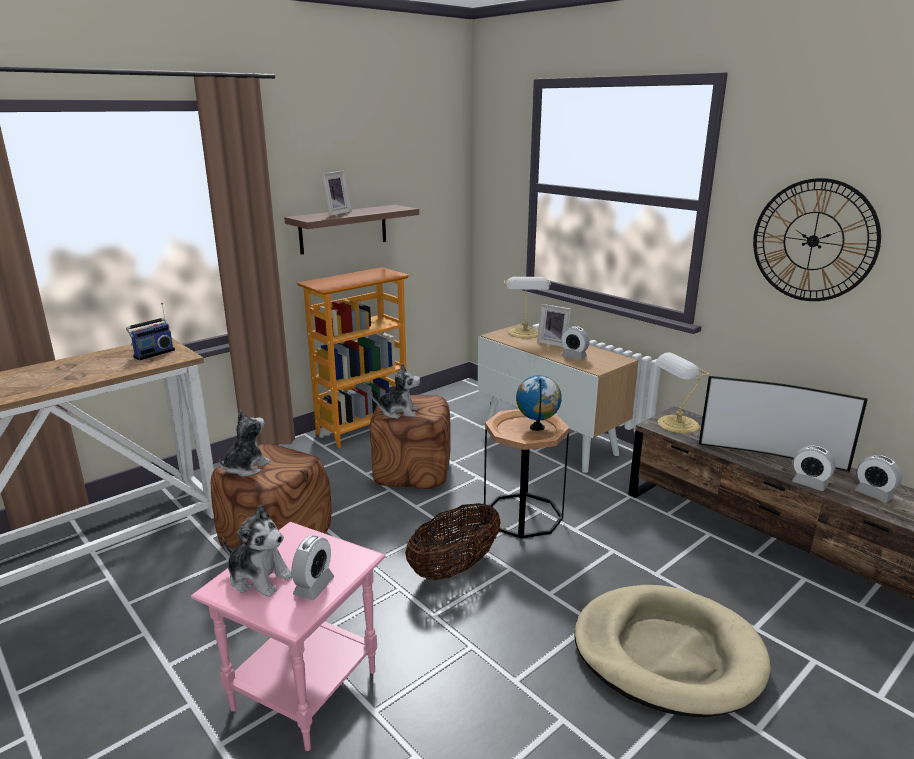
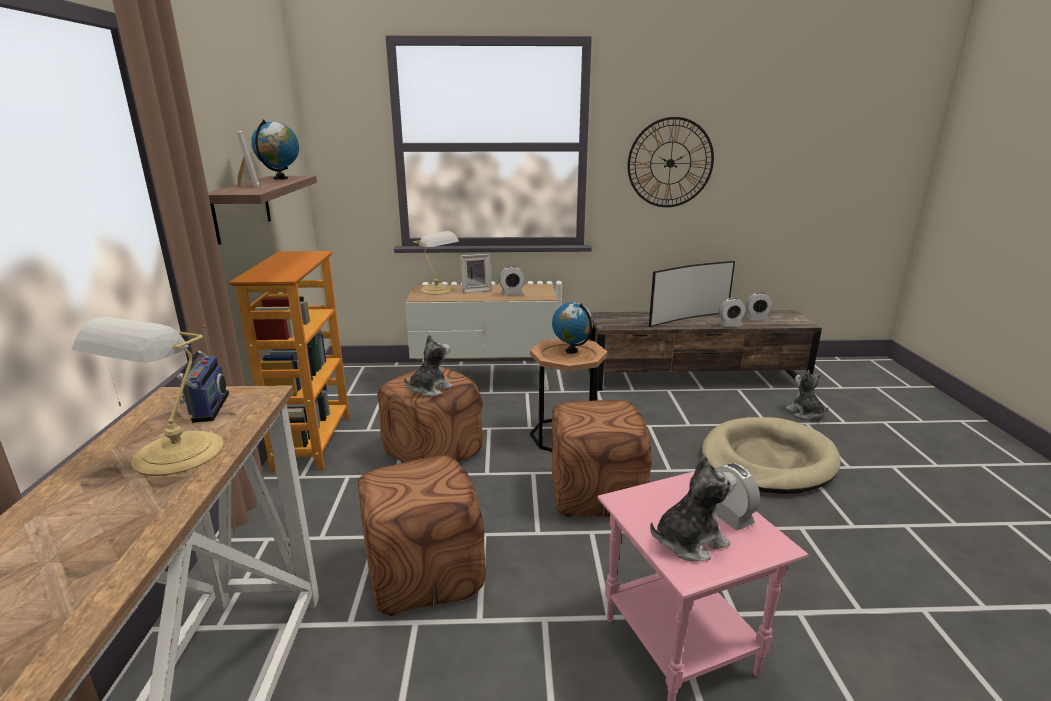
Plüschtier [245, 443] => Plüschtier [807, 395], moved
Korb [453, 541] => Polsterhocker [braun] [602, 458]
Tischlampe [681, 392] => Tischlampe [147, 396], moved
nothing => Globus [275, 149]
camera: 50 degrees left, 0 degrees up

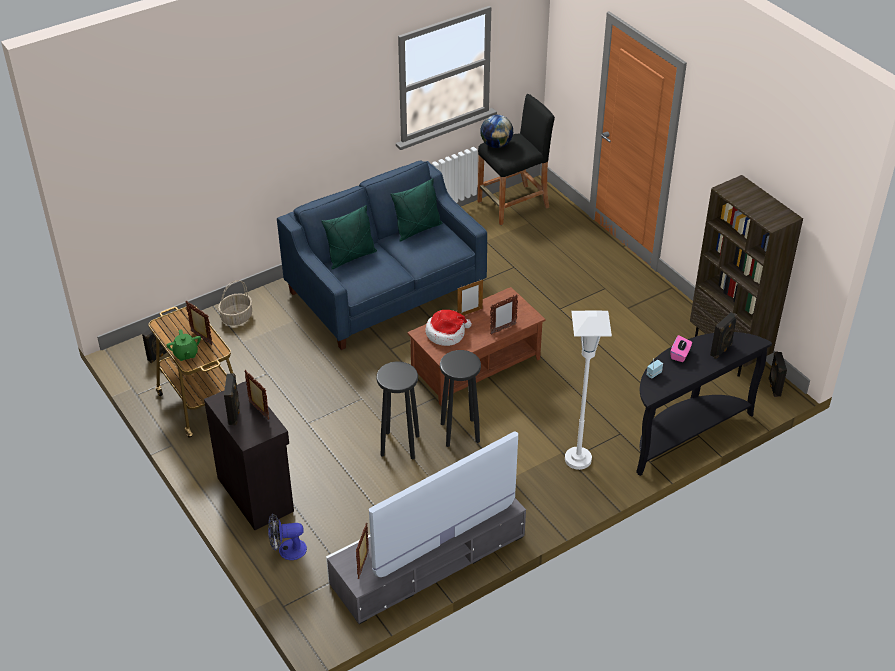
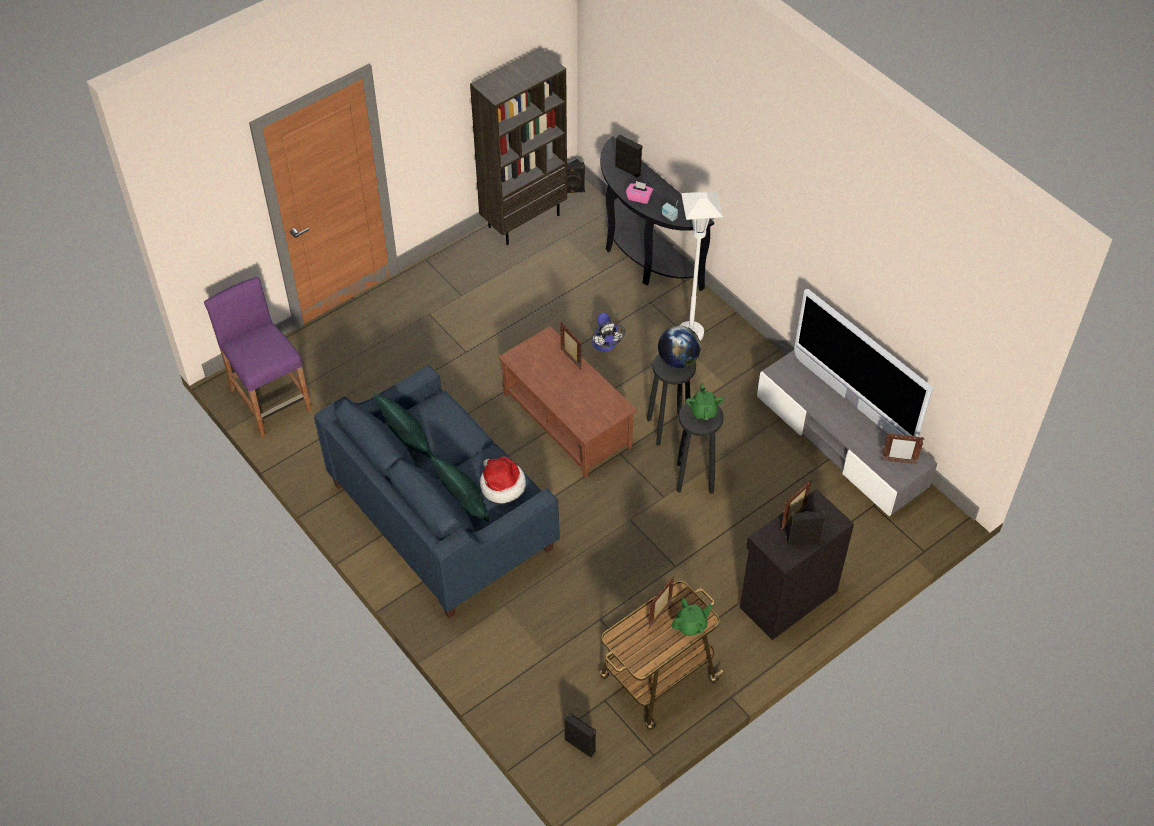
Korb [235, 303] => nothing
Ventilator [287, 536] => Ventilator [608, 332], moved
Hut [449, 328] => Hut [503, 479], moved
Bilderrahmen [470, 298] => nothing
Hocker [schwarz] [516, 159] => Hocker [lila] [258, 357]
Globus [496, 131] => Globus [679, 347], moved
nothing => Teekanne [grün] [705, 401]
camera: 95 degrees left, 10 degrees up

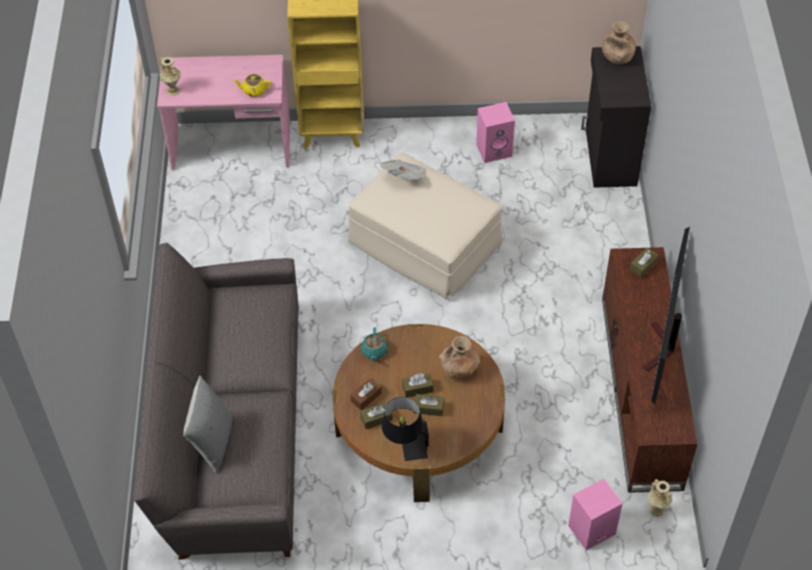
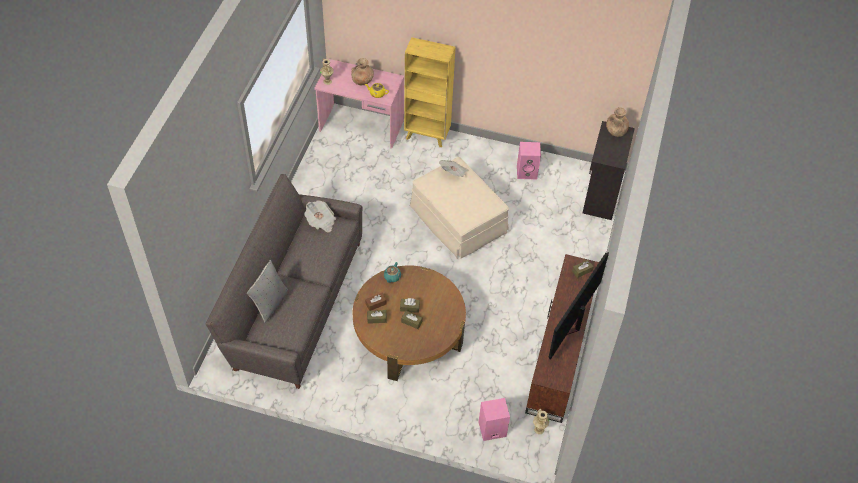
Tischlampe [schwarz] [405, 429] => nothing
Vase [braun] [459, 358] => Vase [braun] [362, 71], moved
nothing => Zeitung [320, 217]
camera: 15 degrees right, 0 degrees up

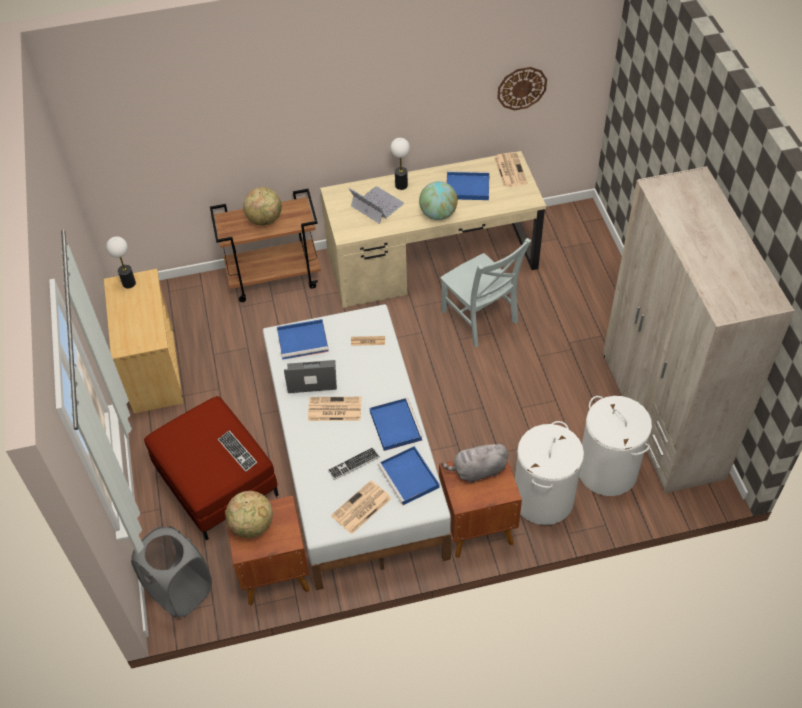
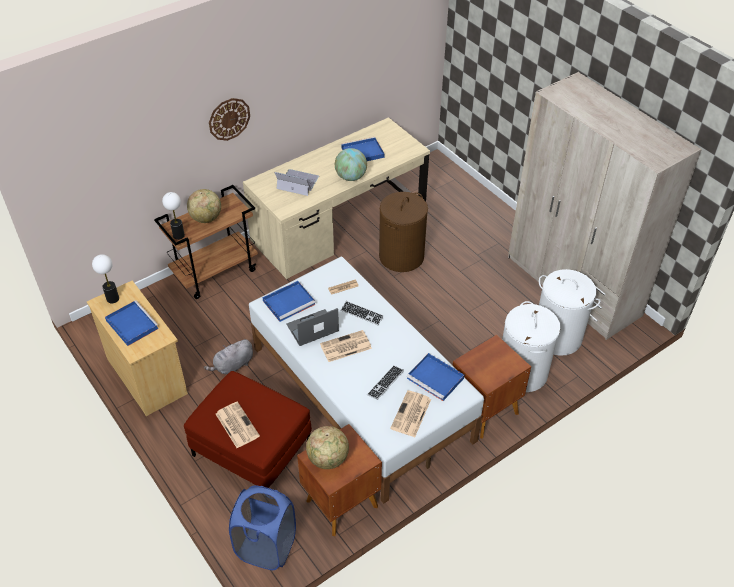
Wäschekorb [grau] [171, 571] => Wäschekorb [blau] [262, 528]
Tastatur [237, 451] => Tastatur [362, 313], moved
Tablett [blau] [397, 424] => Tablett [blau] [132, 323], moved
Tischlampe [400, 164] => Tischlampe [173, 216], moved
Stuhl [grau] [485, 292] => Wäschekorb [braun] [403, 232]
Plüschtier [grau] [474, 462] => Plüschtier [grau] [228, 356], moved
Zeitung [510, 169] => Zeitung [238, 425], moved
Wanduhr [522, 89] => Wanduhr [229, 119], moved
camera: 25 degrees left, 5 degrees down

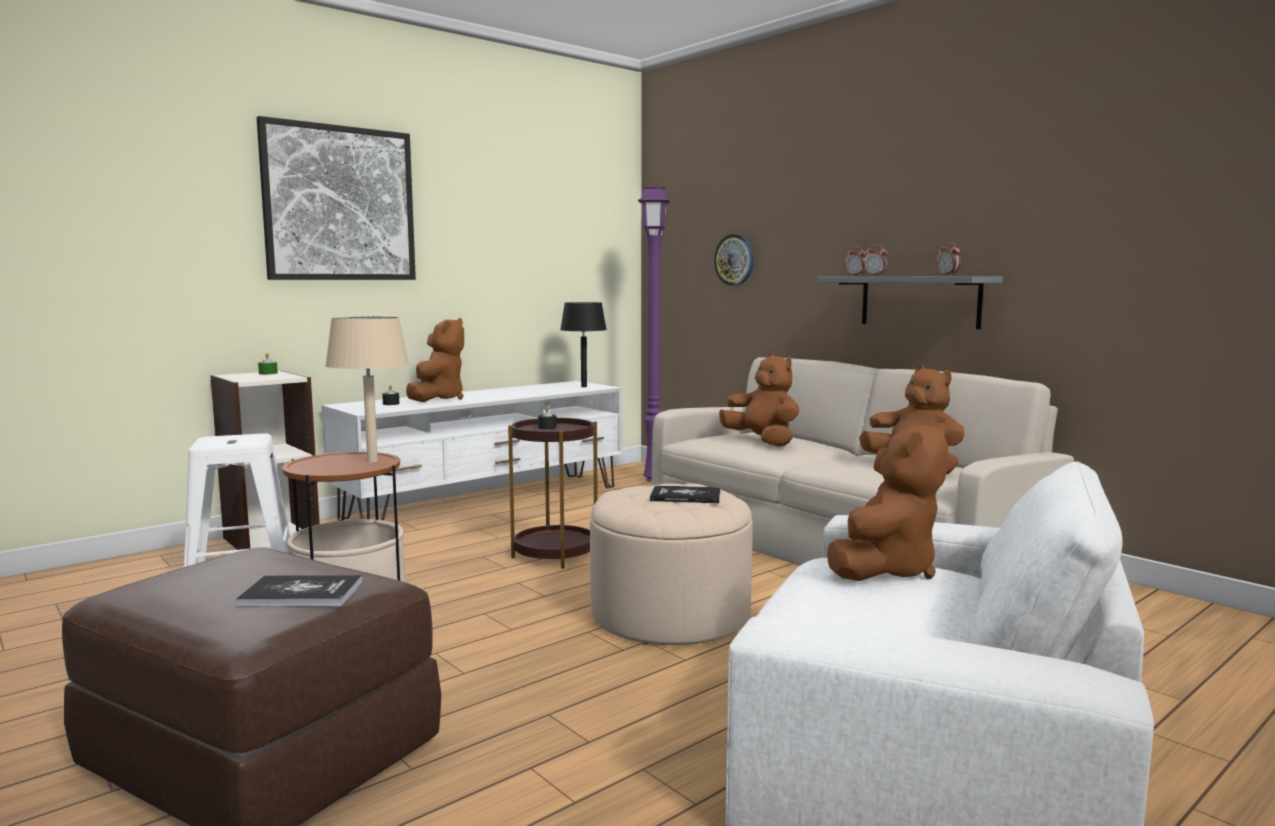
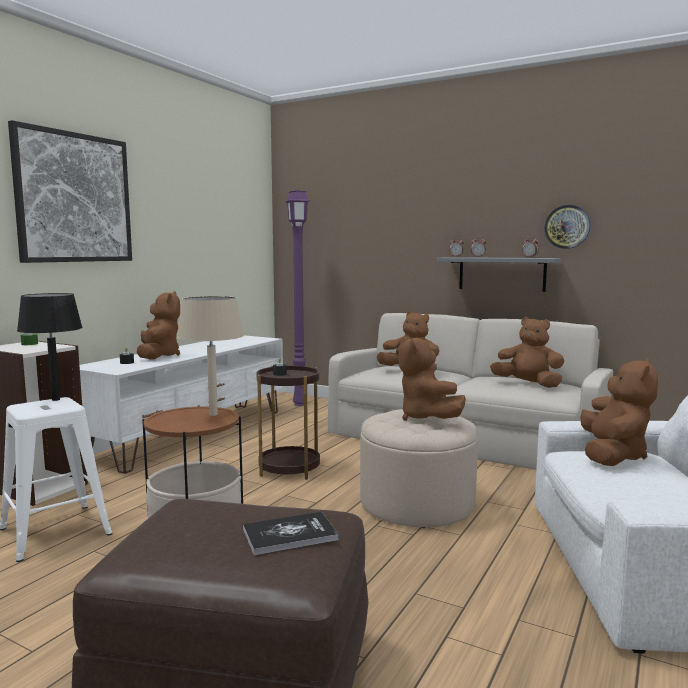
Tischlampe [schwarz] [583, 344] => Tischlampe [schwarz] [50, 347], moved
Buch [685, 494] => Plüschtier [braun] [432, 379]
Wanduhr [734, 260] => Wanduhr [567, 227], moved
camera: 20 degrees left, 0 degrees up

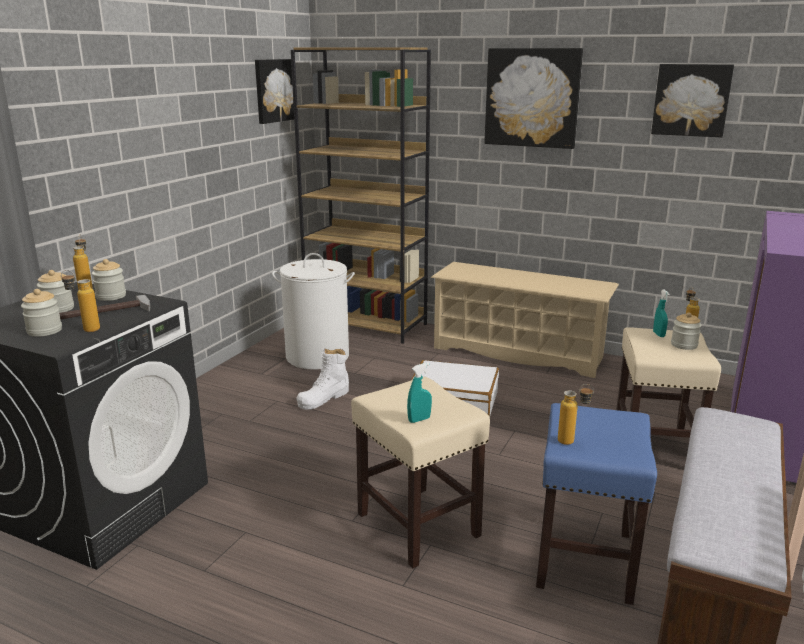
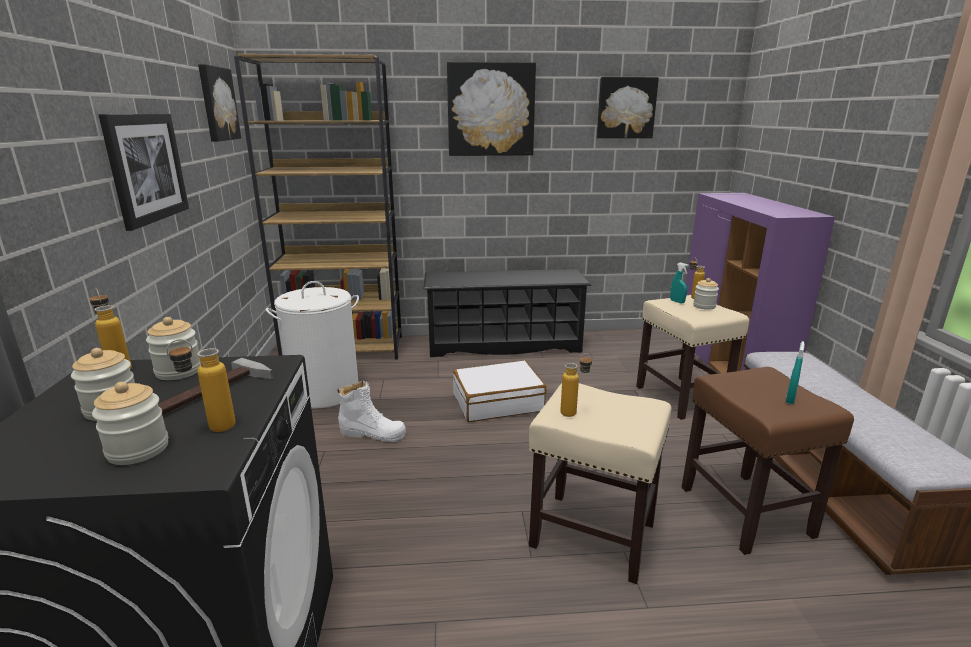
Stiefel [weiß] [323, 379] => Stiefel [weiß] [371, 411], 90 degrees counterclockwise
Sprühflasche [türkis] [419, 393] => Sprühflasche [türkis] [795, 372], moved
Schuhregal [beige] [525, 320] => Schuhregal [schwarz] [507, 313]
Hocker [blau] [596, 504] => Hocker [braun] [767, 461]
Flasche [576, 414] => Flasche [576, 385], moved
nothing => Bild [144, 172]
camera: 30 degrees left, 0 degrees up

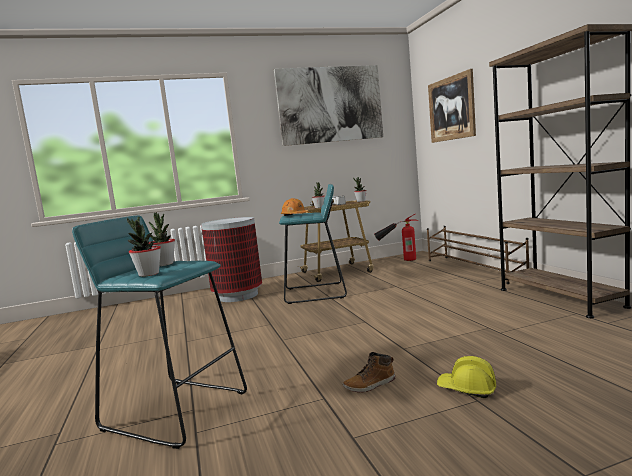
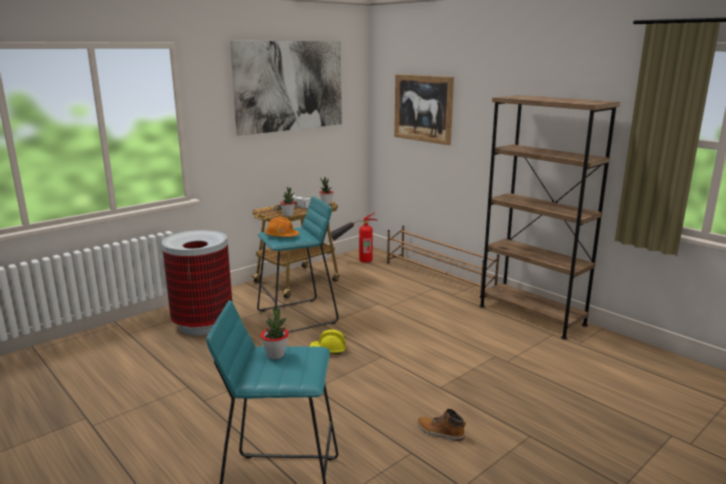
Topfpflanze [144, 247] => nothing
Stiefel [369, 372] => Stiefel [441, 425], 75 degrees clockwise
Schutzhelm [gelb] [466, 377] => Schutzhelm [gelb] [327, 342], moved
camera: 25 degrees left, 10 degrees up

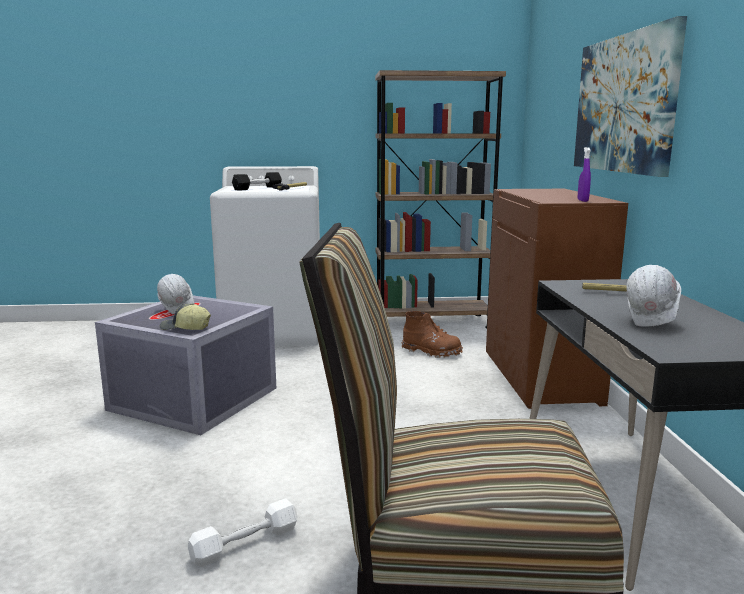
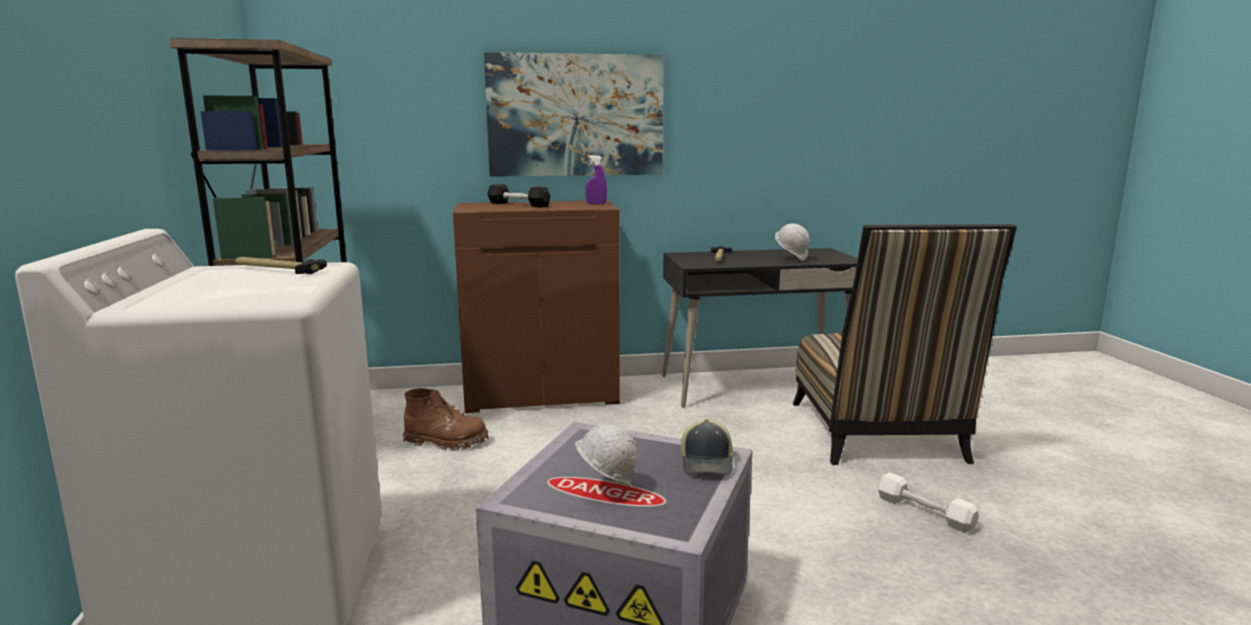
Hantel [schwarz] [257, 181] => Hantel [schwarz] [519, 195], moved
Stiefel [braun] [432, 334] => Stiefel [braun] [445, 419], 75 degrees clockwise
camera: 95 degrees left, 0 degrees up

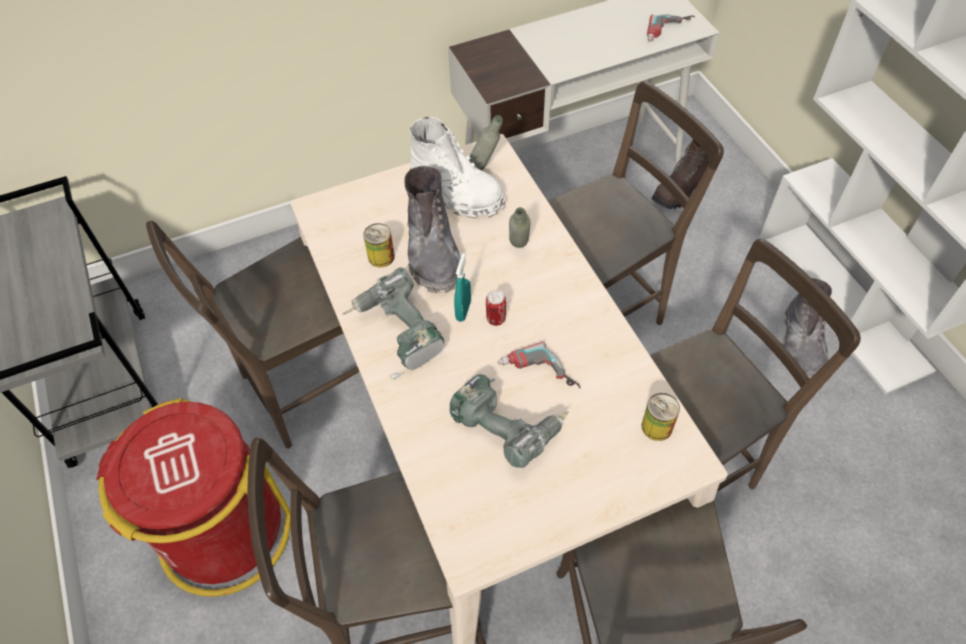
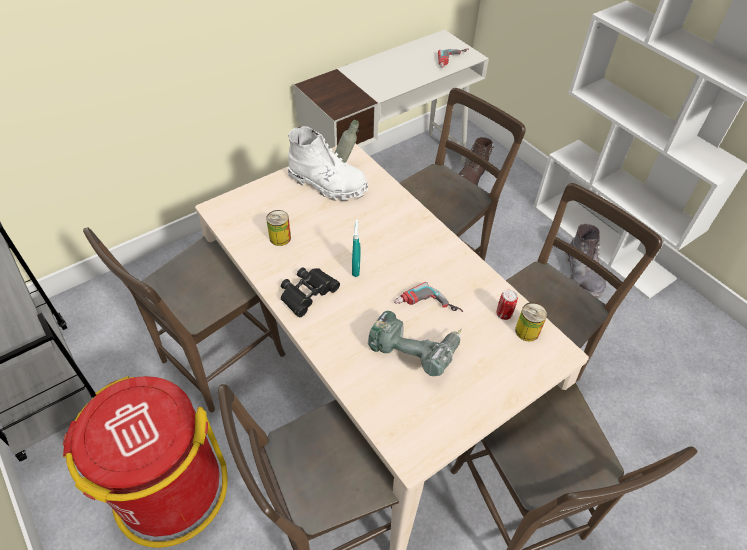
Bohrmaschine [392, 323] => Fernglas [schwarz] [310, 292]
Stiefel [grau] [432, 230] => nothing
Dose [496, 308] => Dose [507, 305], moved
Flasche [grau] [520, 227] => nothing
camera: 15 degrees left, 5 degrees down

